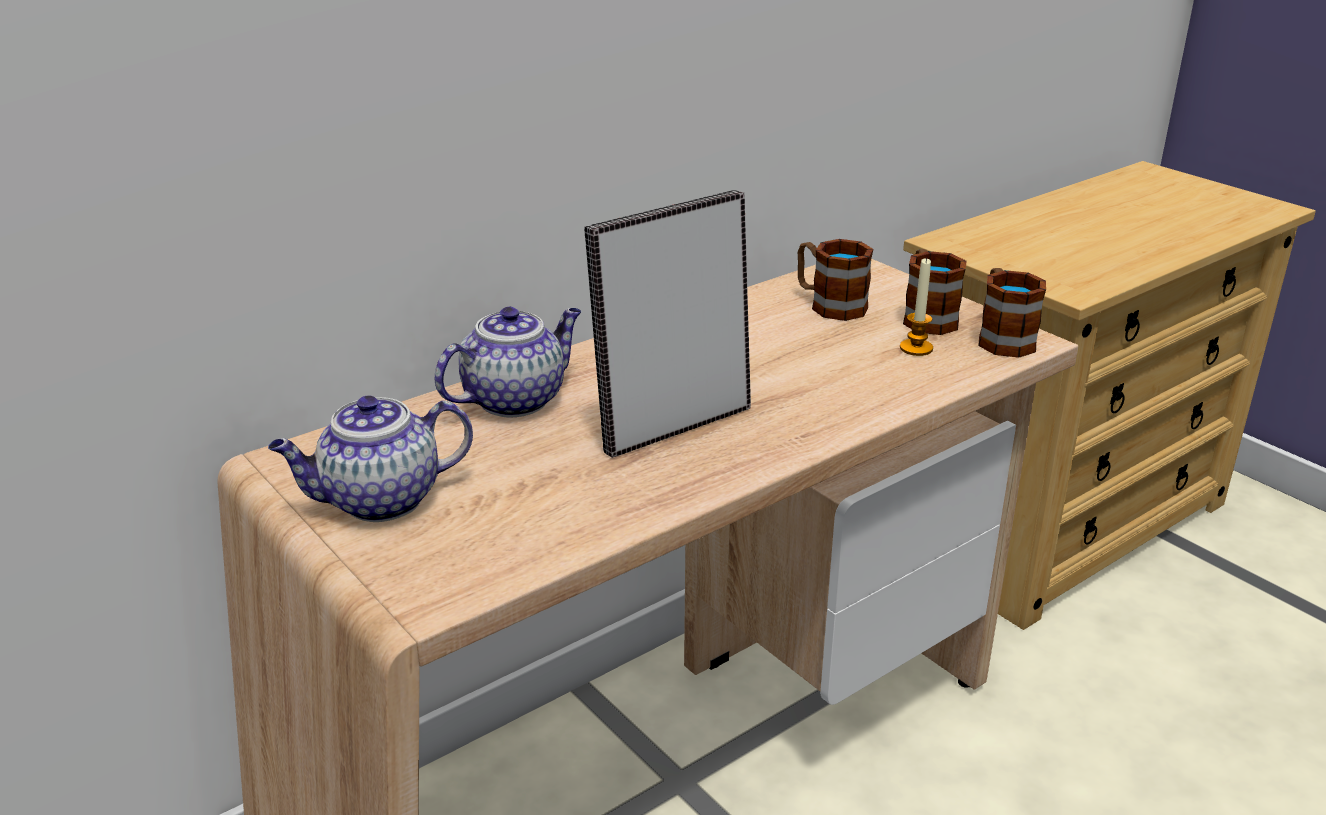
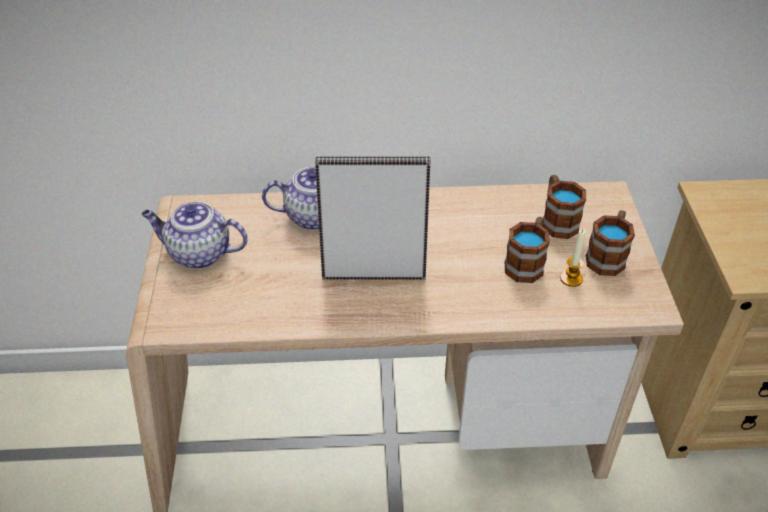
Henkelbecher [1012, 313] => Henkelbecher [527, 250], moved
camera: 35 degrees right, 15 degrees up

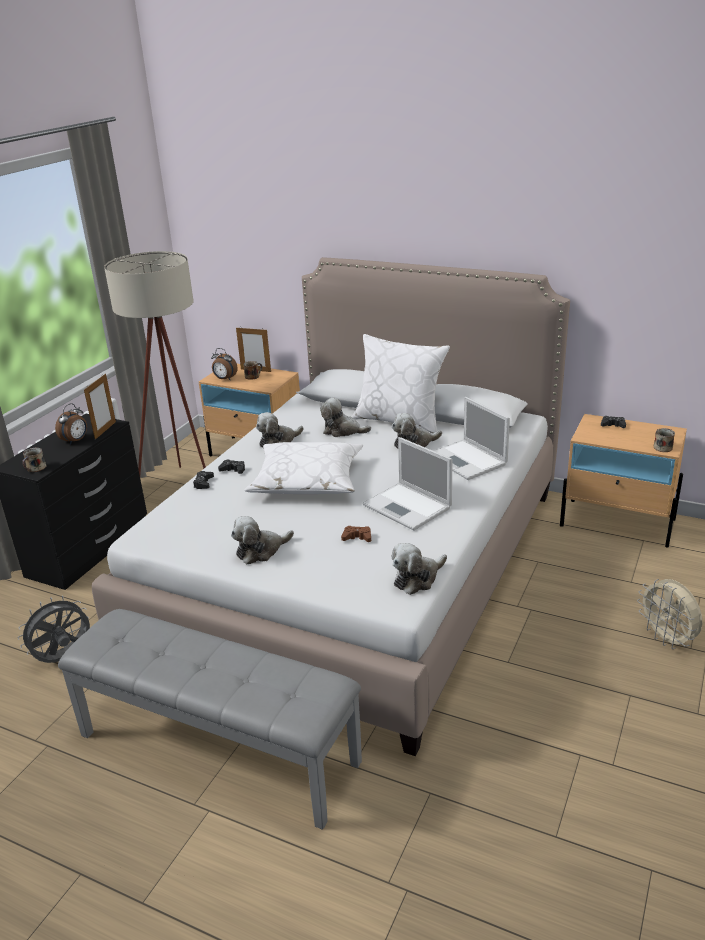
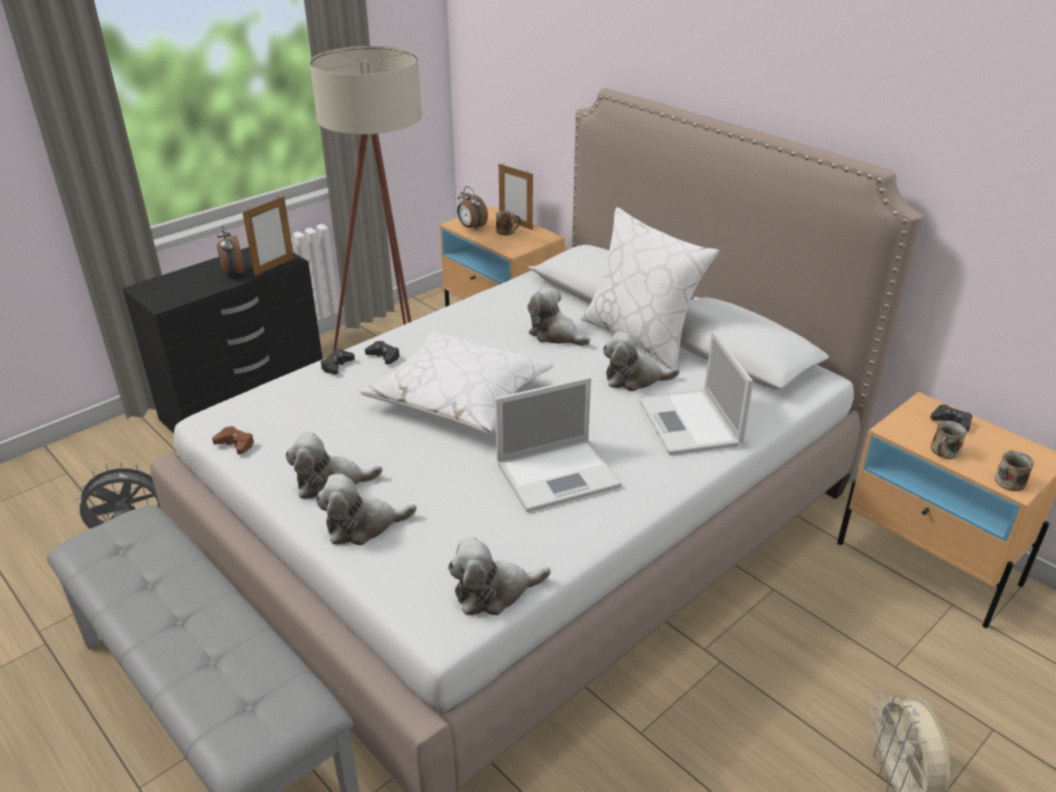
Henkelbecher [34, 460] => Henkelbecher [949, 440], moved
Wecker [71, 424] => Wecker [231, 251], 105 degrees clockwise
Plüschtier [280, 430] => Plüschtier [366, 509], moved
Gamepad [braun] [356, 534] => Gamepad [braun] [233, 440], moved
Laptop [408, 484] => Laptop [558, 444], 90 degrees counterclockwise
camera: 20 degrees right, 5 degrees up

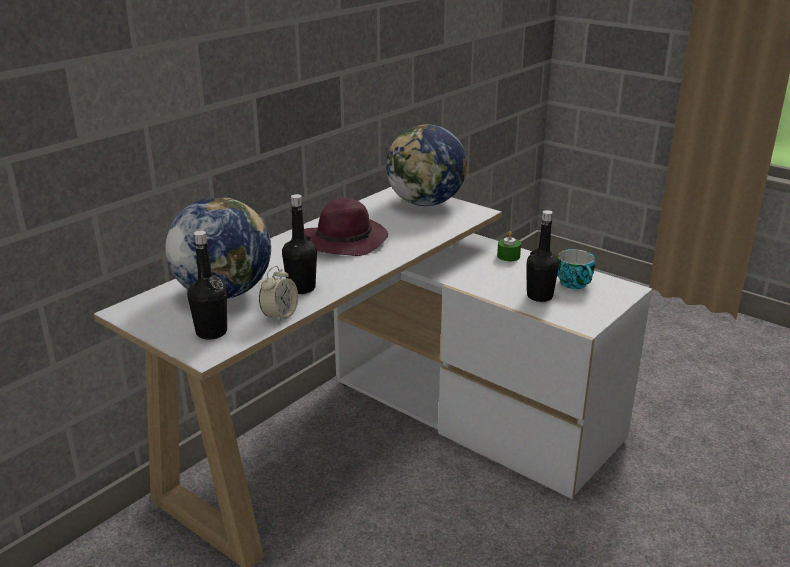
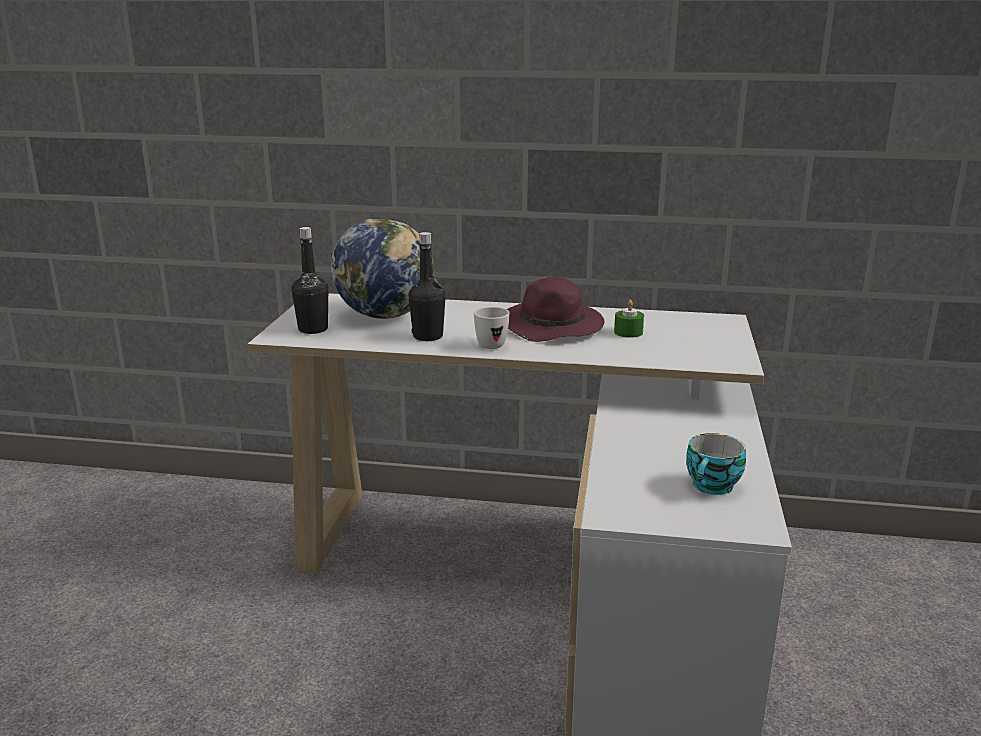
Wecker [278, 294] => nothing
Globus [426, 165] => nothing
Kerze [grün] [509, 246] => Kerze [grün] [629, 319], moved
Flasche [schwarz] [543, 256] => nothing
nothing => Henkelbecher [weiß] [492, 328]
camera: 60 degrees right, 5 degrees down

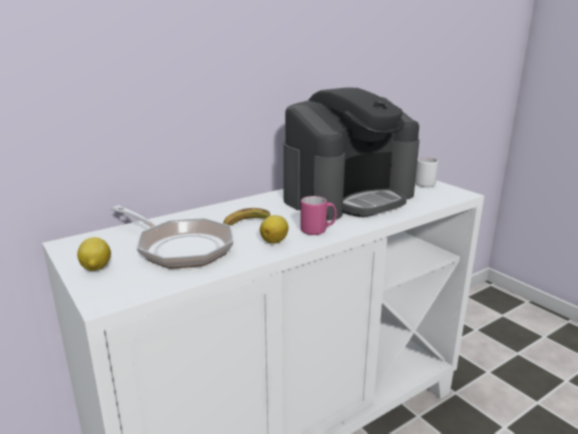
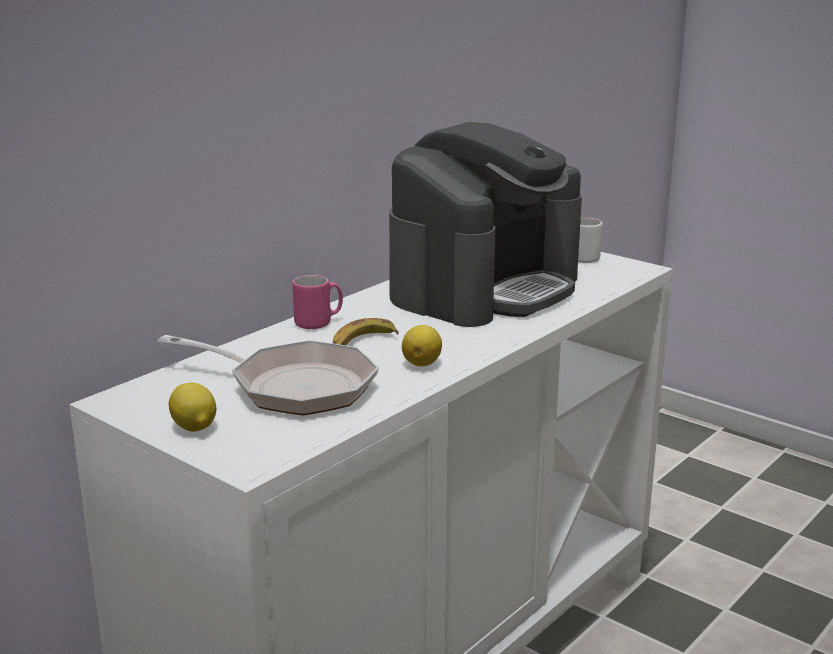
Henkelbecher [rosa] [318, 215] => Henkelbecher [rosa] [318, 302], moved
camera: 15 degrees left, 0 degrees up

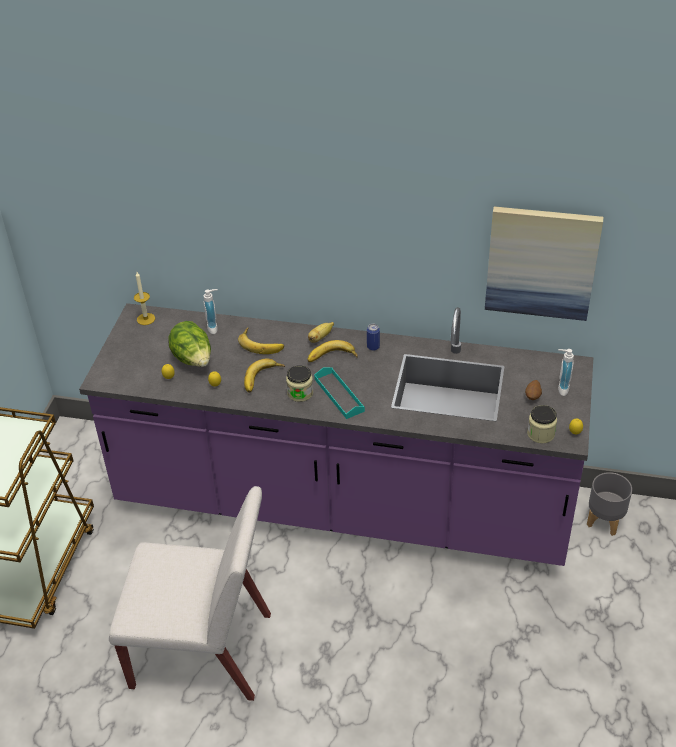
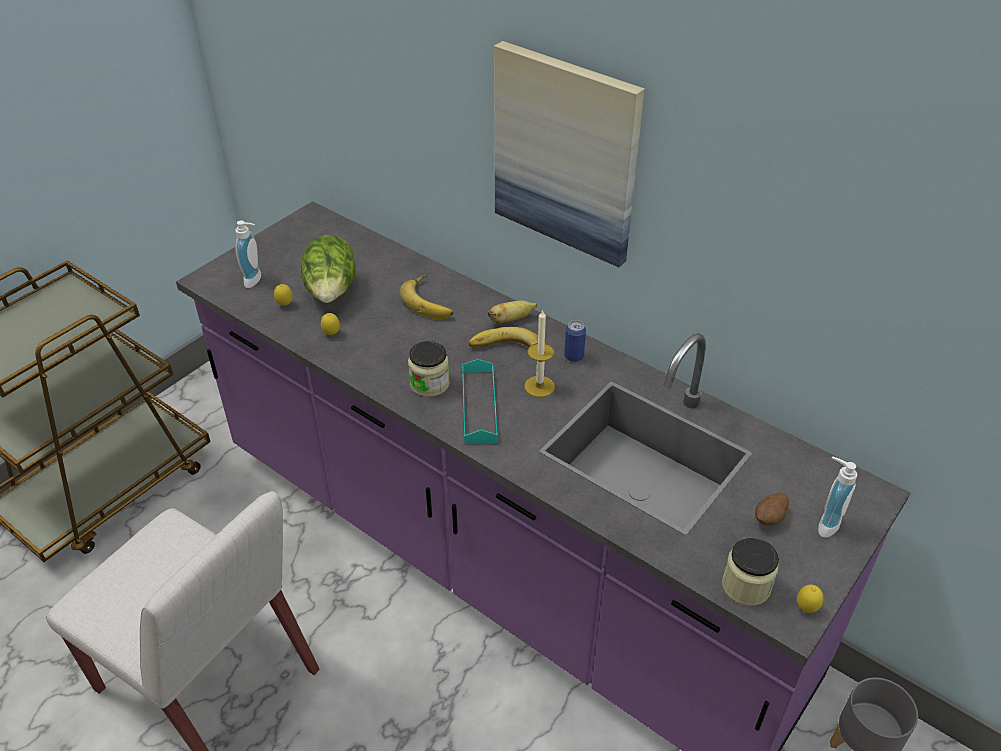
Kerze [144, 298] => Kerze [540, 353], moved
Seifenspender [211, 311] => Seifenspender [248, 254], moved
Banane [264, 375] => nothing
Bild [544, 263] => Bild [569, 154], moved
camera: 25 degrees right, 0 degrees up

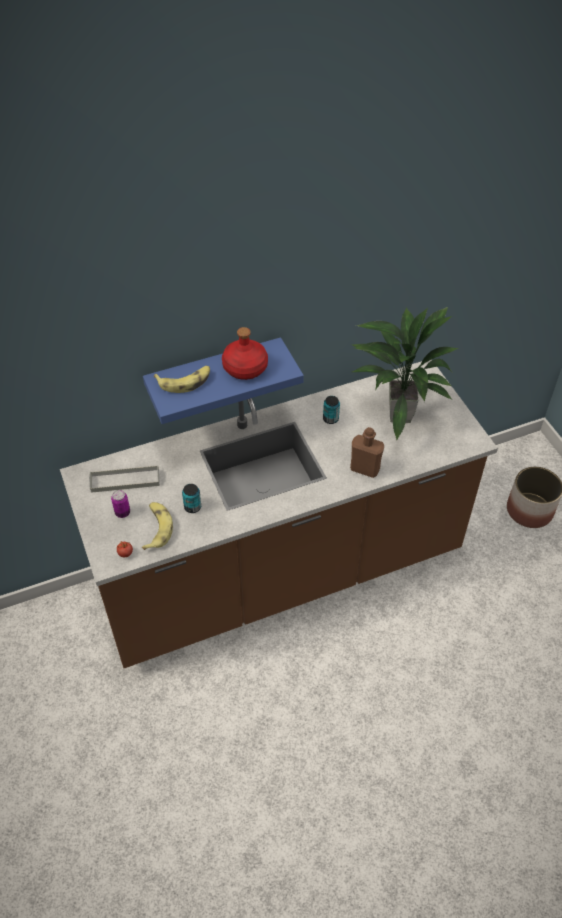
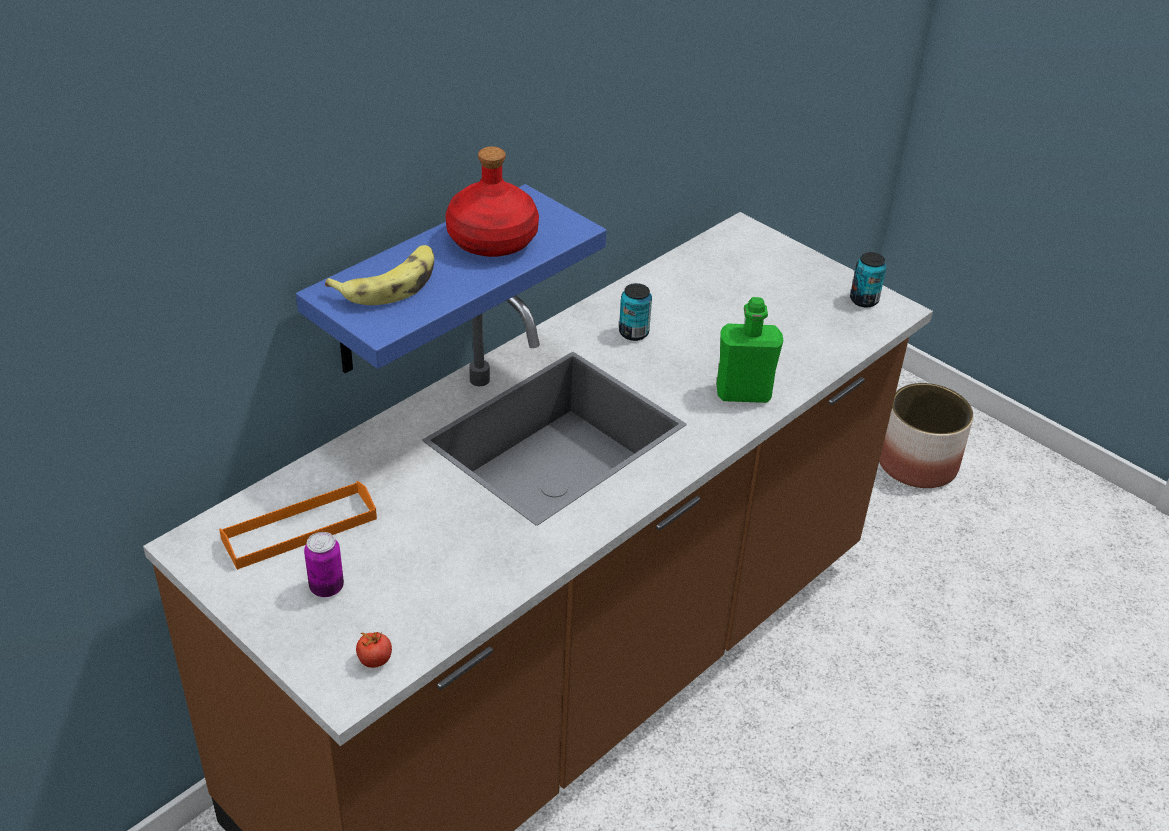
Tablett [grau] [124, 479] => Tablett [orange] [298, 525]
Banane [157, 526] => nothing
Dose [191, 498] => Dose [868, 279], moved
Flasche [braun] [367, 452] => Flasche [grün] [750, 350]
Topfpflanze [404, 374] => nothing
camera: 25 degrees left, 10 degrees down

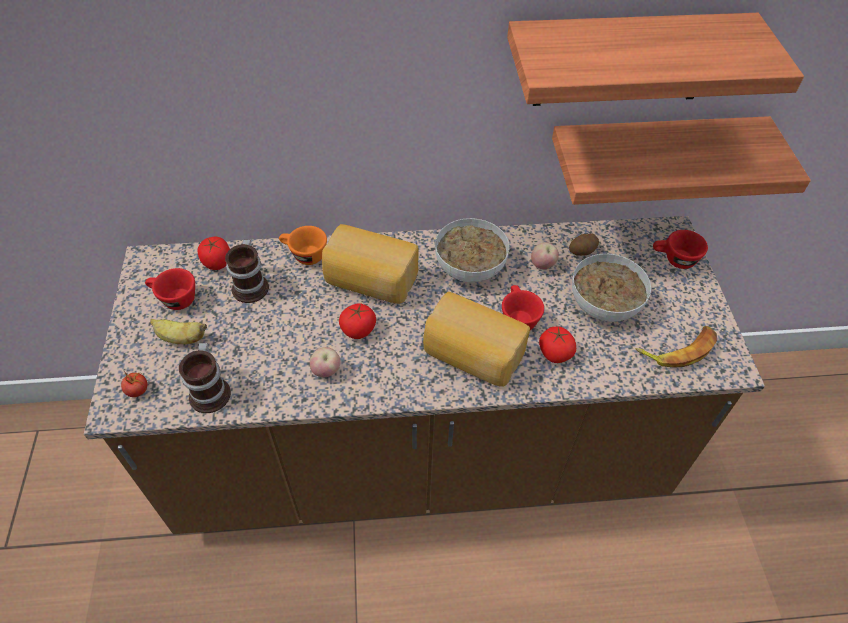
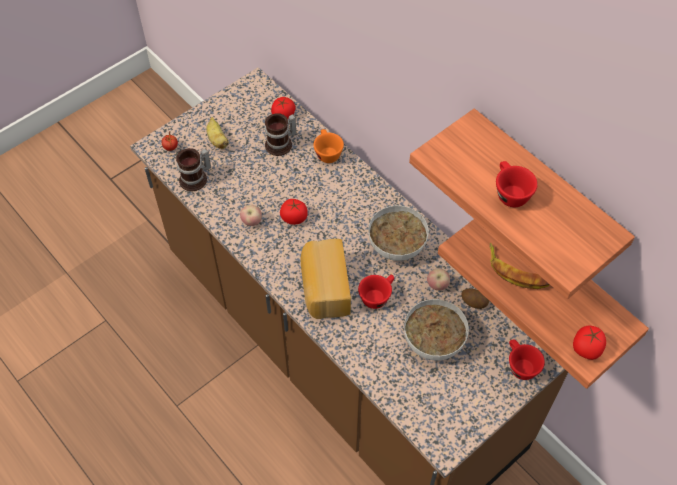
Tasse [rot] [170, 289] => Tasse [rot] [517, 184], moved
Brot [370, 264] => nothing
Tomate [557, 344] => Tomate [589, 343], moved
Banane [676, 347] => Banane [520, 266], moved
camera: 55 degrees right, 5 degrees up

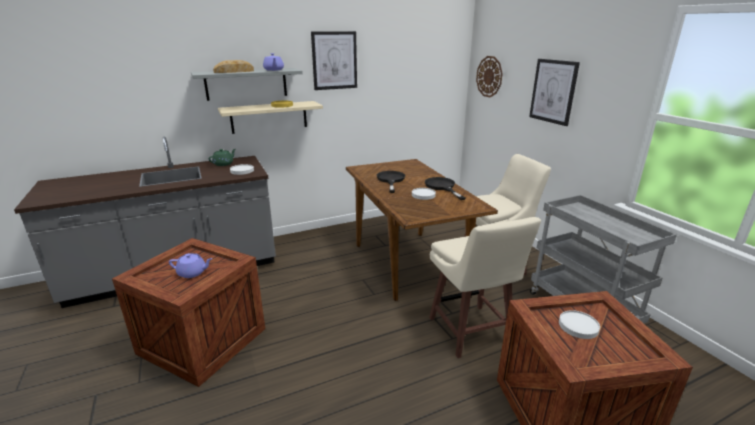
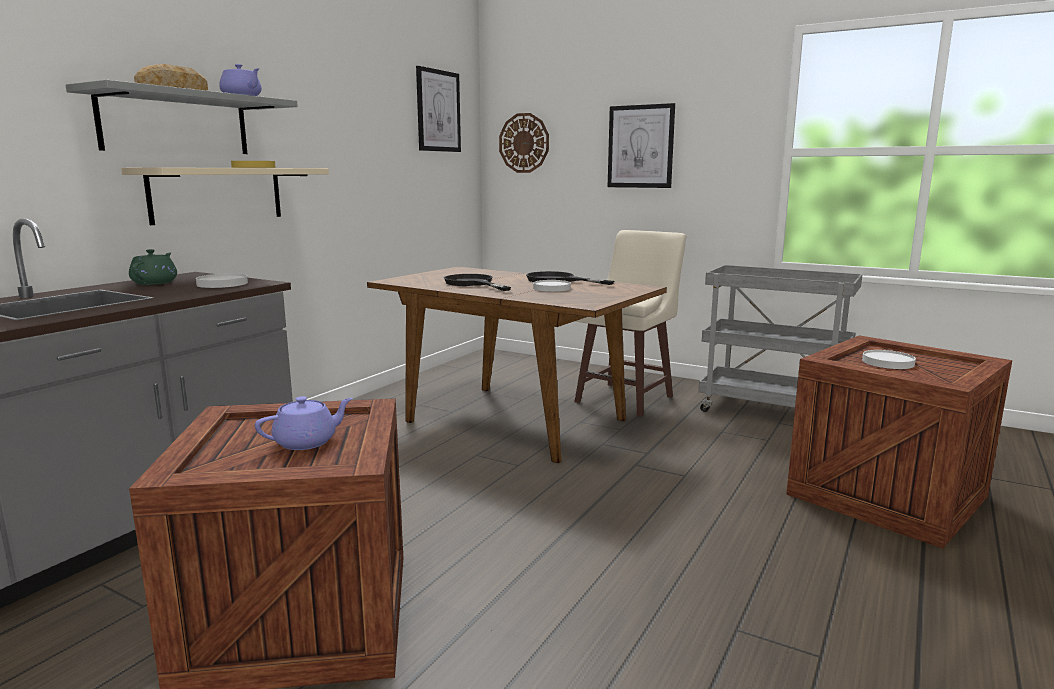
Bild [334, 60] => Bild [438, 109], moved
Hocker [beige] [485, 287] => nothing
camera: 35 degrees left, 10 degrees down

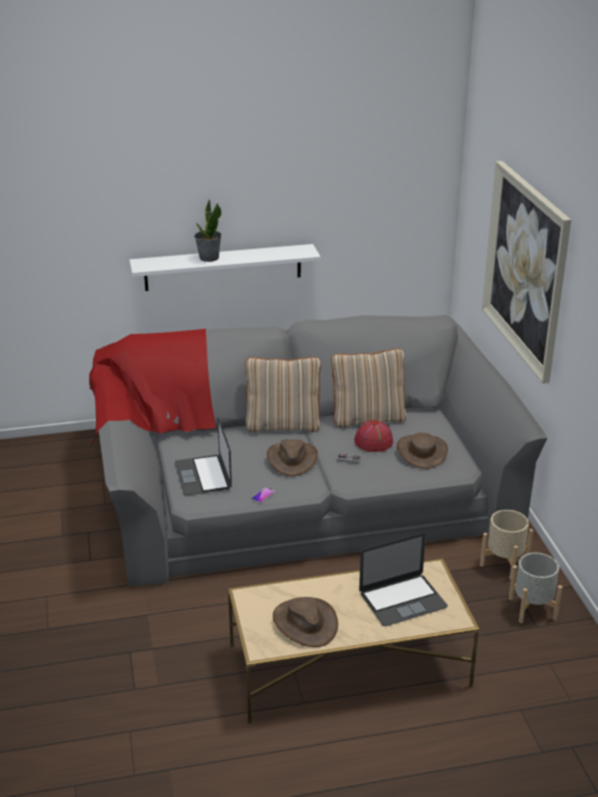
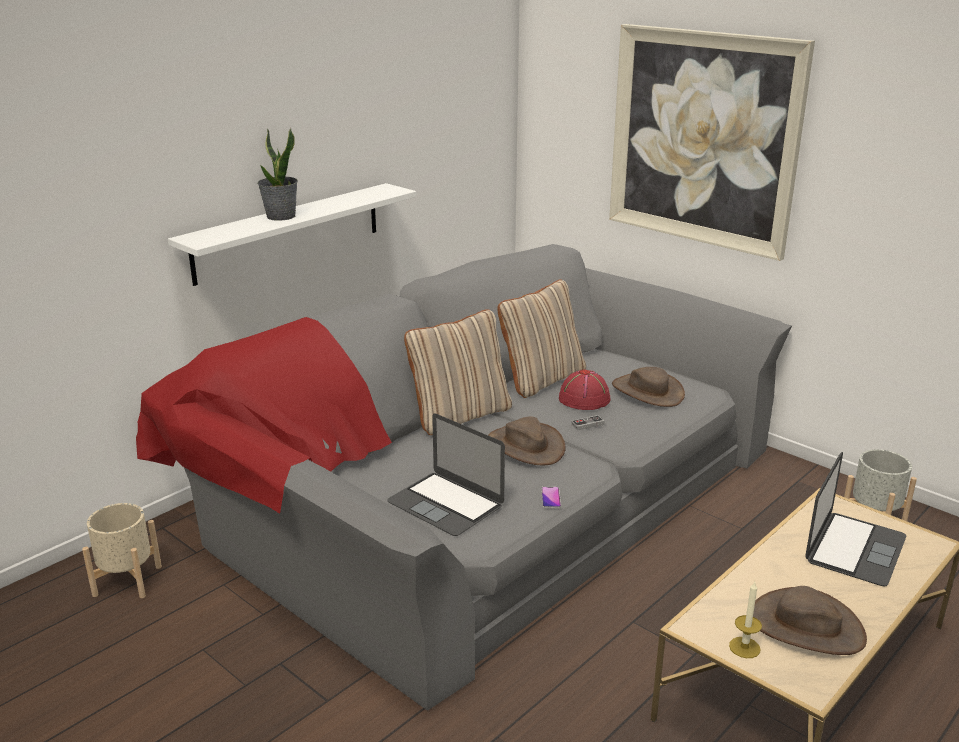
Pflanzkübel [beige] [506, 544] => Pflanzkübel [beige] [122, 550], moved
nothing => Kerze [745, 620]
camera: 35 degrees left, 5 degrees down

